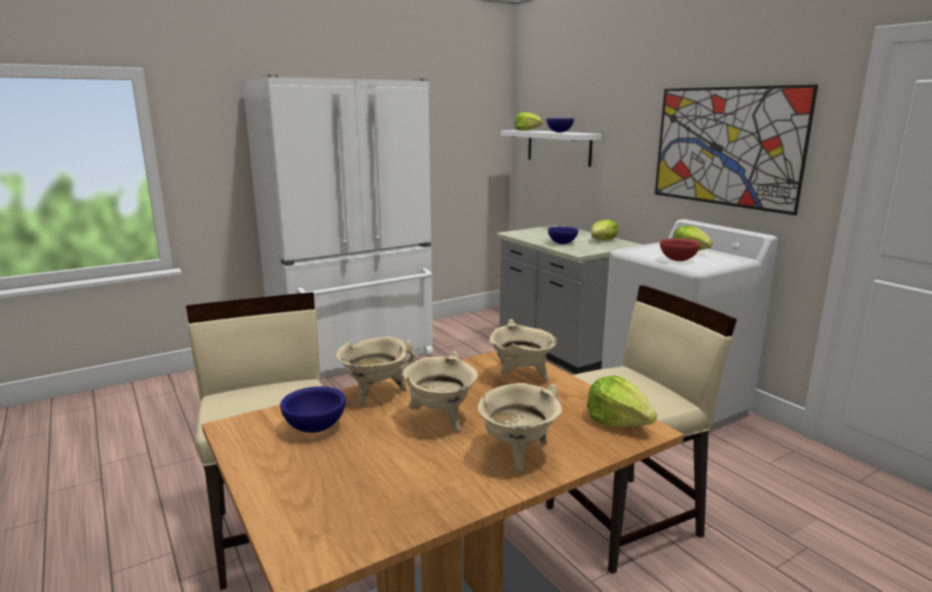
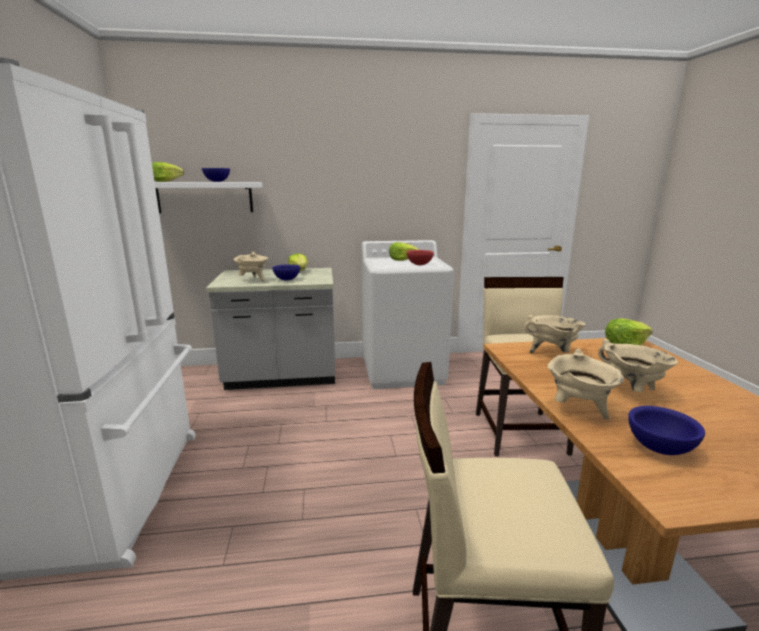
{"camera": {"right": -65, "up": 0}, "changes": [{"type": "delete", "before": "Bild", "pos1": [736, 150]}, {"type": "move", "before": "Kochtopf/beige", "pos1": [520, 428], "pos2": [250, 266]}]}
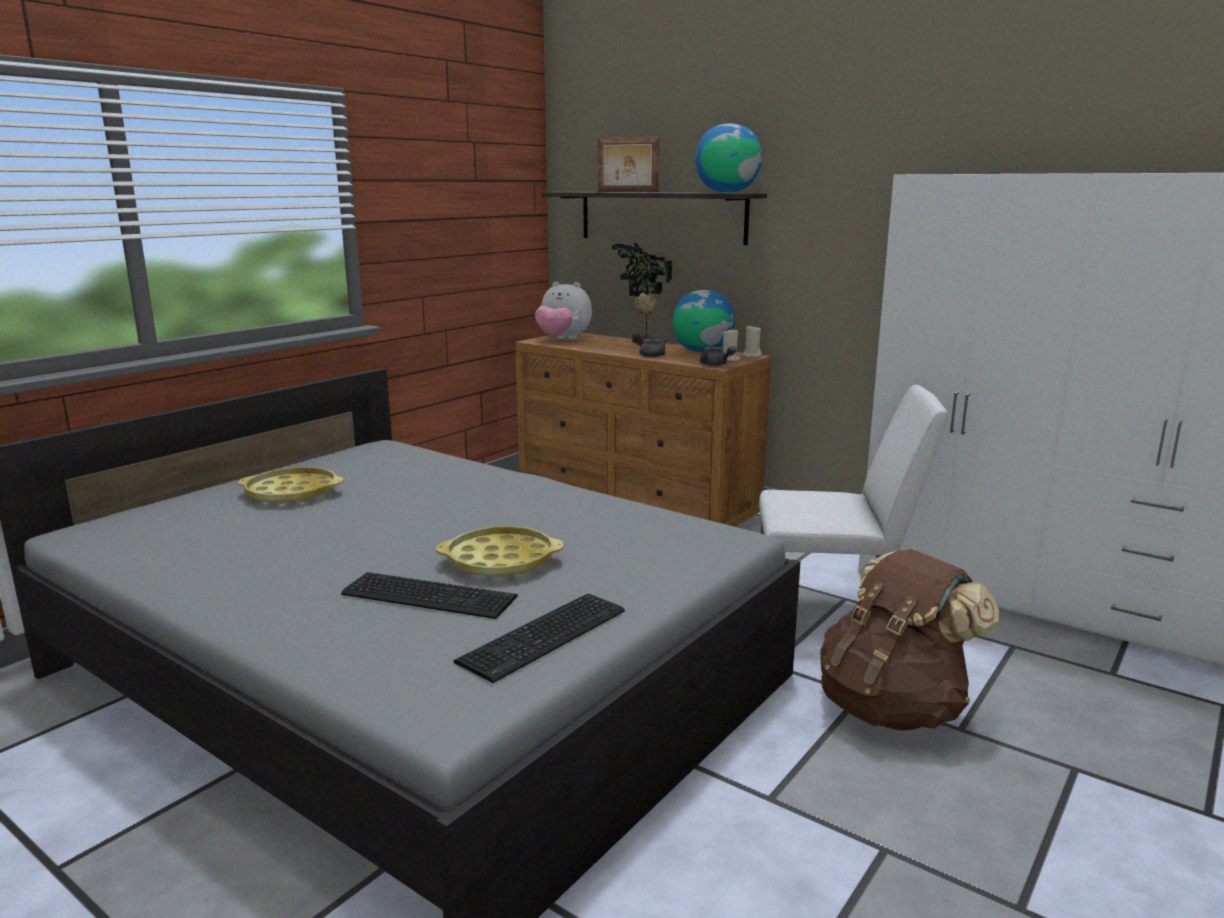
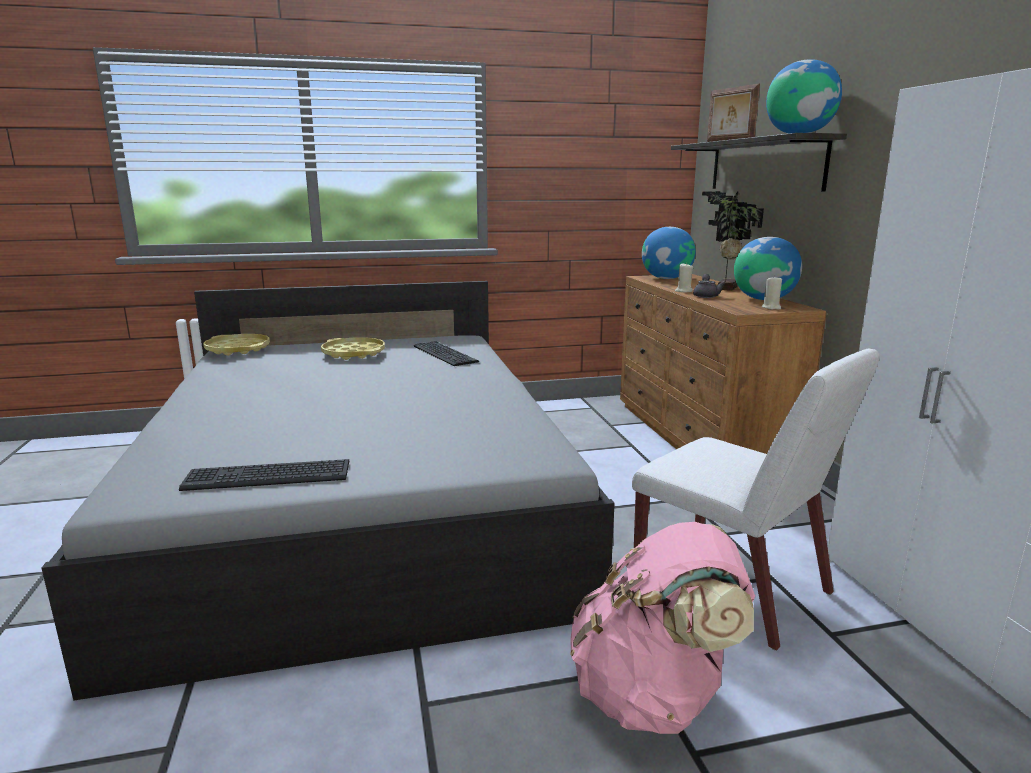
{"camera": {"right": 40, "up": 0}, "changes": [{"type": "delete", "before": "Teekanne/grau", "pos1": [718, 356]}, {"type": "move", "before": "Tastatur", "pos1": [429, 595], "pos2": [446, 353]}, {"type": "move", "before": "Tablett/gelb", "pos1": [500, 551], "pos2": [236, 345]}, {"type": "move", "before": "Kerze/beige", "pos1": [752, 341], "pos2": [684, 277]}, {"type": "replace", "before": "Plüschtier", "after": "Globus", "pos1": [563, 310], "pos2": [669, 253]}, {"type": "recolor", "before": "Rucksack/braun", "after": "Rucksack/rosa", "pos1": [909, 639], "pos2": [662, 628]}]}
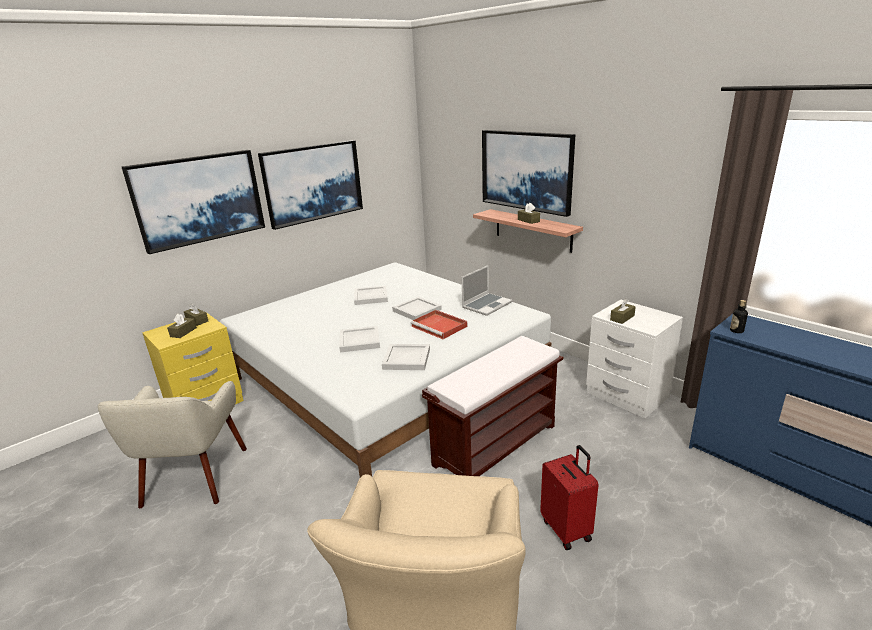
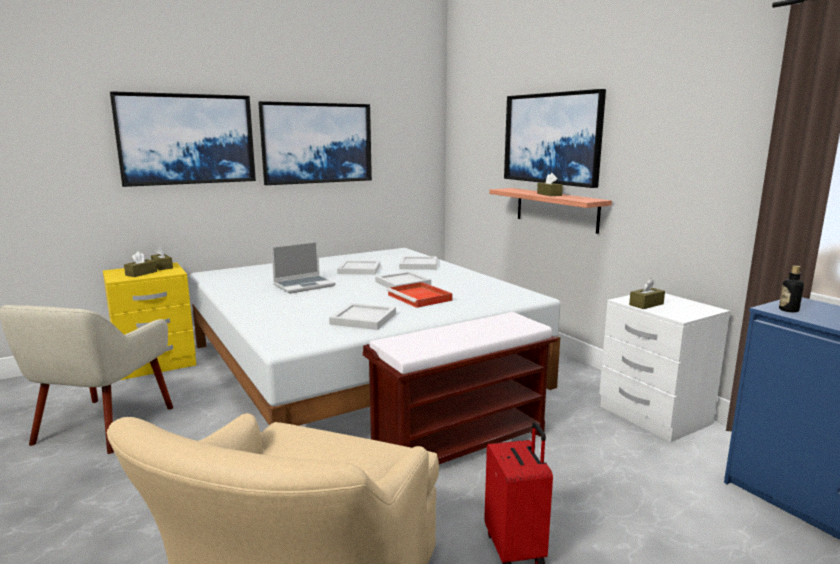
{"camera": {"right": 10, "up": -10}, "changes": [{"type": "move", "before": "Tablett/weiß", "pos1": [359, 339], "pos2": [418, 263]}, {"type": "move", "before": "Laptop", "pos1": [486, 290], "pos2": [303, 267]}]}
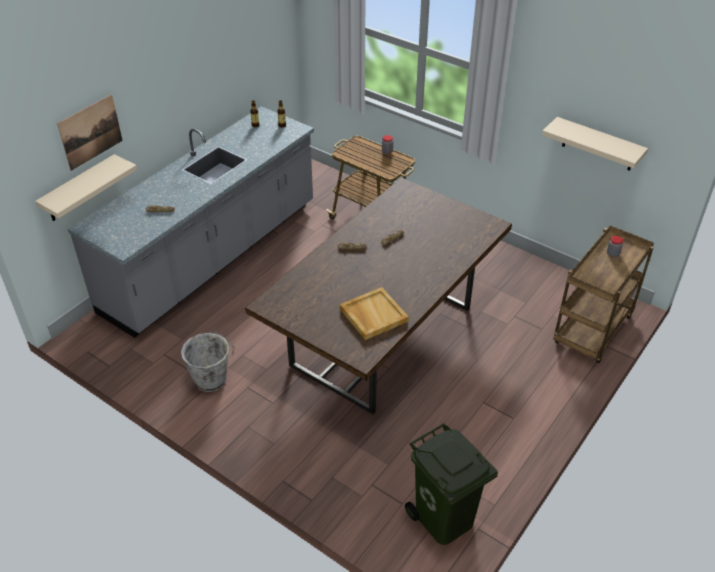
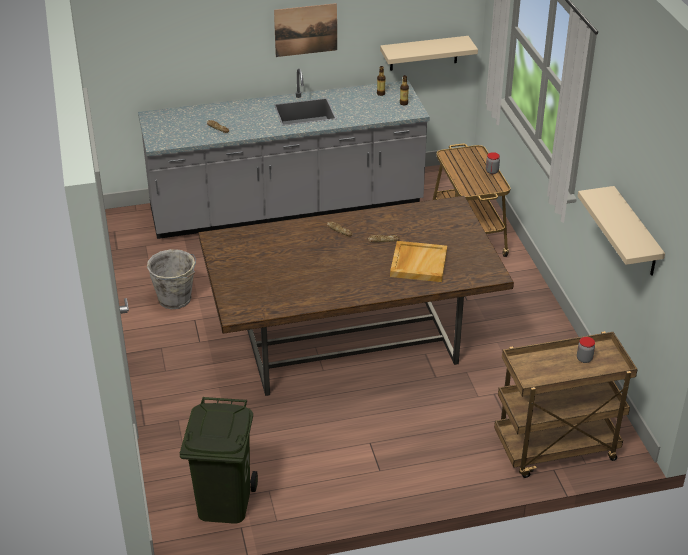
{"camera": {"right": 40, "up": -5}, "changes": [{"type": "move", "before": "Wandregal/beige", "pos1": [86, 187], "pos2": [429, 53]}, {"type": "move", "before": "Bild", "pos1": [90, 132], "pos2": [305, 30]}, {"type": "move", "before": "Tablett/beige", "pos1": [374, 313], "pos2": [418, 261]}]}
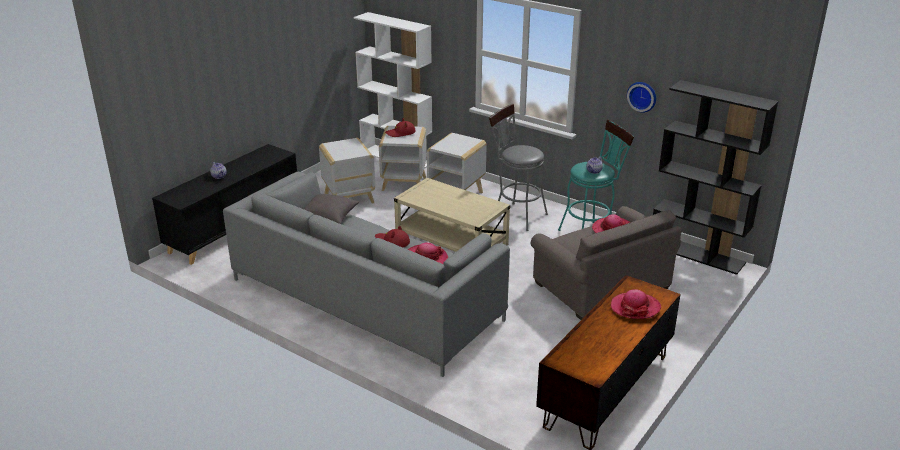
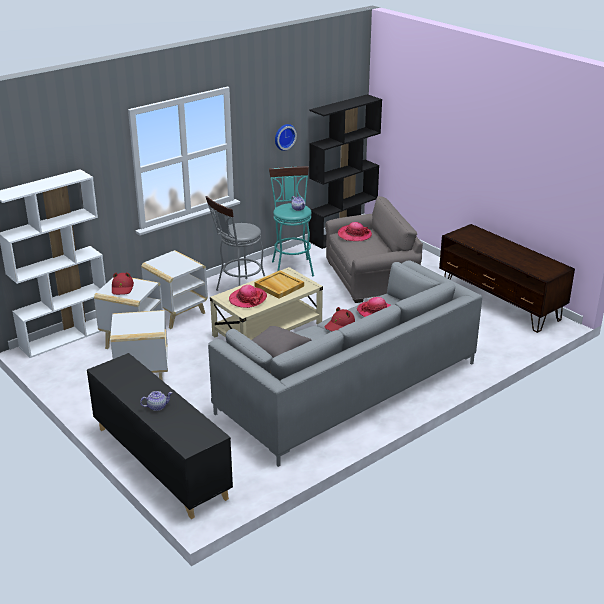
{"camera": {"right": -75, "up": 0}, "changes": [{"type": "insert", "after": "Tablett/beige", "pos2": [279, 284]}, {"type": "move", "before": "Hut", "pos1": [636, 304], "pos2": [248, 296]}]}
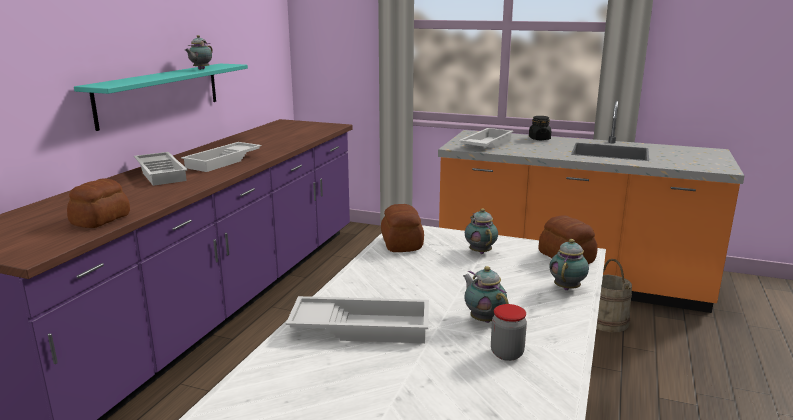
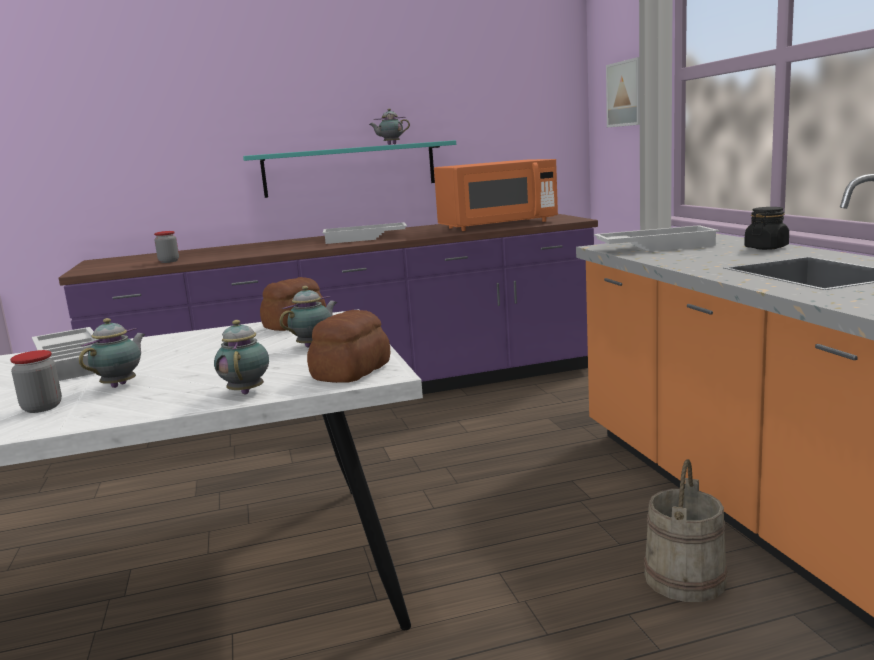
{"camera": {"right": 55, "up": -5}, "changes": [{"type": "delete", "before": "Tablett/weiß", "pos1": [161, 169]}, {"type": "insert", "after": "Mikrowelle/orange", "pos2": [496, 195]}, {"type": "insert", "after": "Bild", "pos2": [623, 92]}, {"type": "replace", "before": "Brot", "after": "Vorratsglas", "pos1": [98, 203], "pos2": [166, 247]}, {"type": "rotate", "before": "Teekanne", "pos1": [569, 264], "pos2": [241, 357], "turn": -90}]}
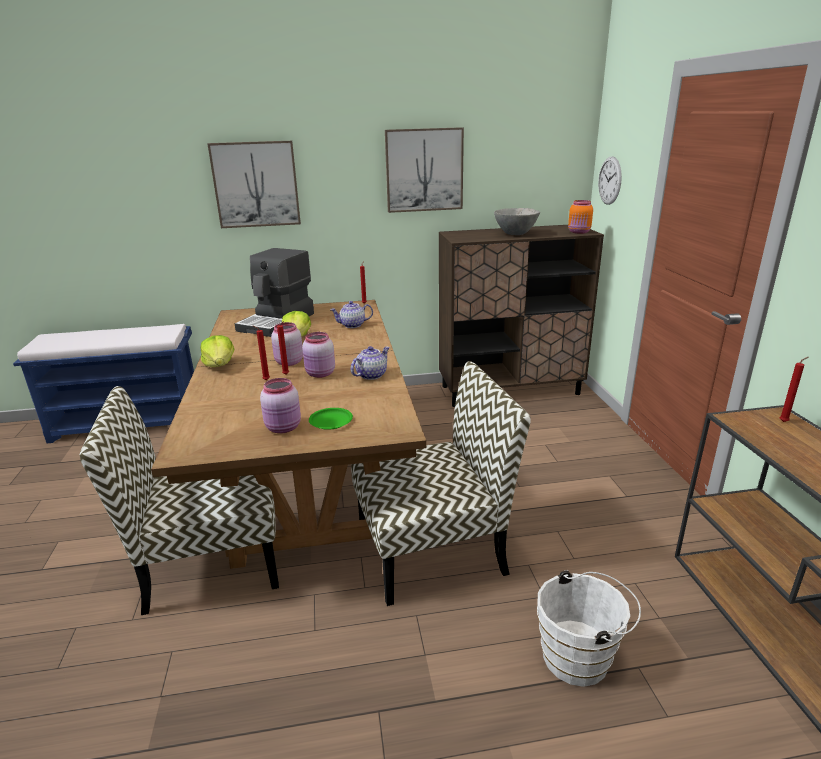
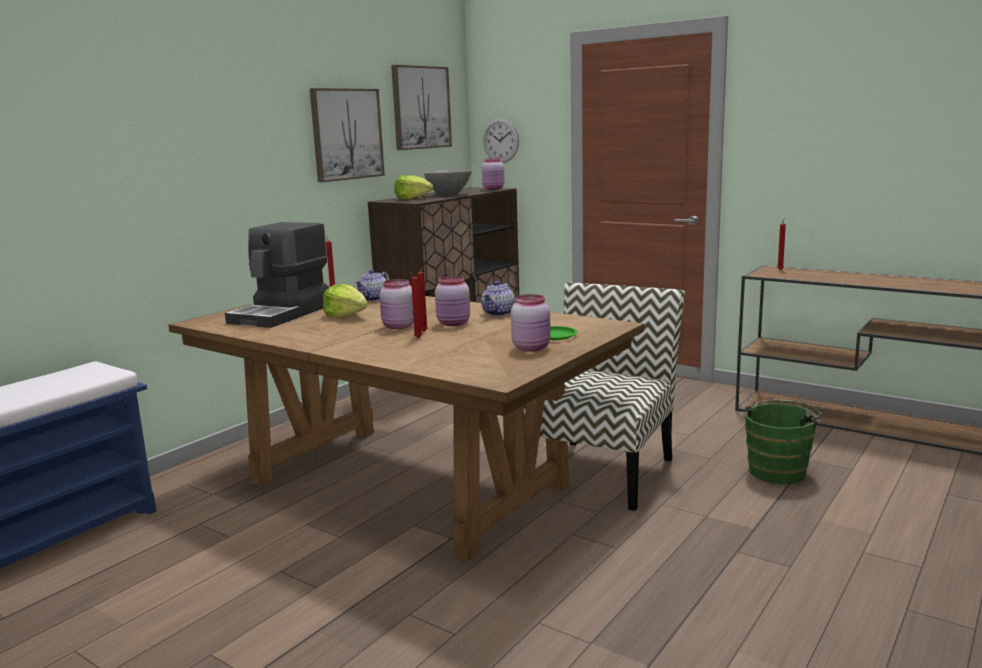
{"camera": {"right": -45, "up": -10}, "changes": [{"type": "delete", "before": "Stuhl", "pos1": [179, 500]}, {"type": "move", "before": "Salatkopf", "pos1": [217, 351], "pos2": [414, 187]}, {"type": "move", "before": "Bild", "pos1": [254, 184], "pos2": [421, 107]}, {"type": "recolor", "before": "Eimer/weiß", "after": "Eimer/grün", "pos1": [589, 628], "pos2": [783, 442]}, {"type": "recolor", "before": "Vorratsglas/orange", "after": "Vorratsglas/rosa", "pos1": [580, 217], "pos2": [493, 174]}, {"type": "rotate", "before": "Kaffeemaschine", "pos1": [274, 292], "pos2": [277, 275], "turn": 45}, {"type": "rotate", "before": "Teekanne", "pos1": [370, 363], "pos2": [498, 298], "turn": -150}]}
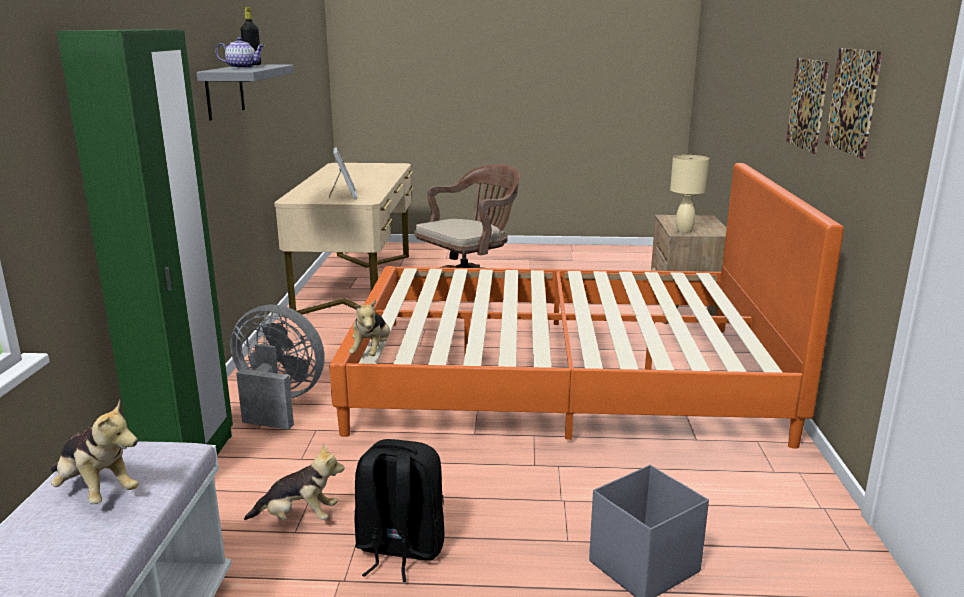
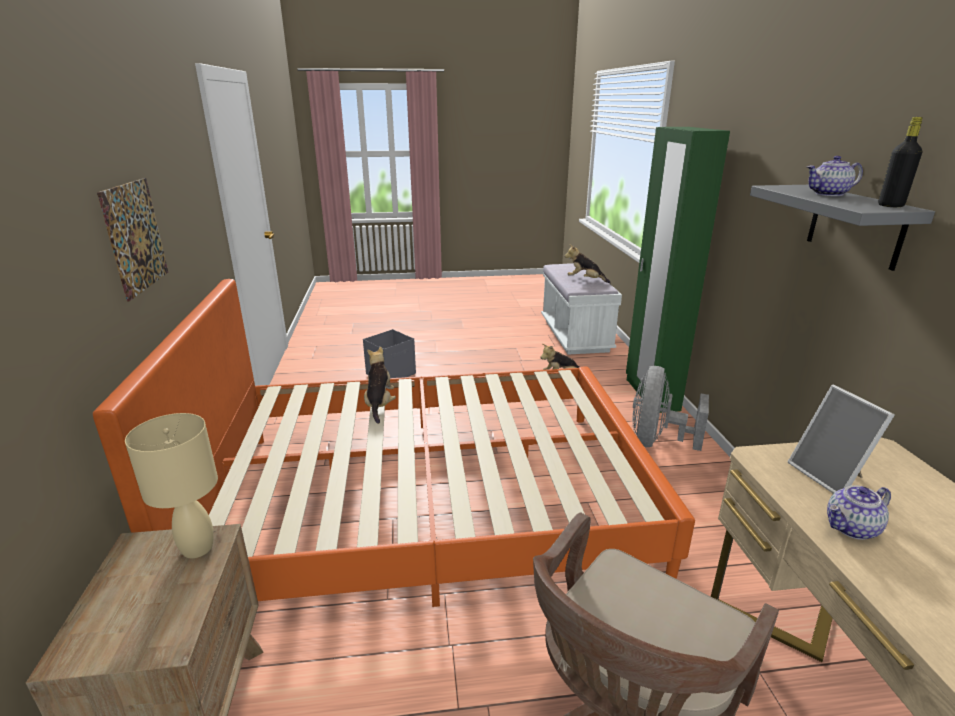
{"camera": {"right": 170, "up": 5}, "changes": [{"type": "delete", "before": "Rucksack/schwarz", "pos1": [399, 510]}, {"type": "delete", "before": "Bild", "pos1": [854, 103]}, {"type": "insert", "after": "Teekanne", "pos2": [859, 512]}, {"type": "move", "before": "Plüschtier", "pos1": [369, 327], "pos2": [380, 385]}, {"type": "rotate", "before": "Ventilator/grau", "pos1": [277, 367], "pos2": [670, 408], "turn": 105}]}
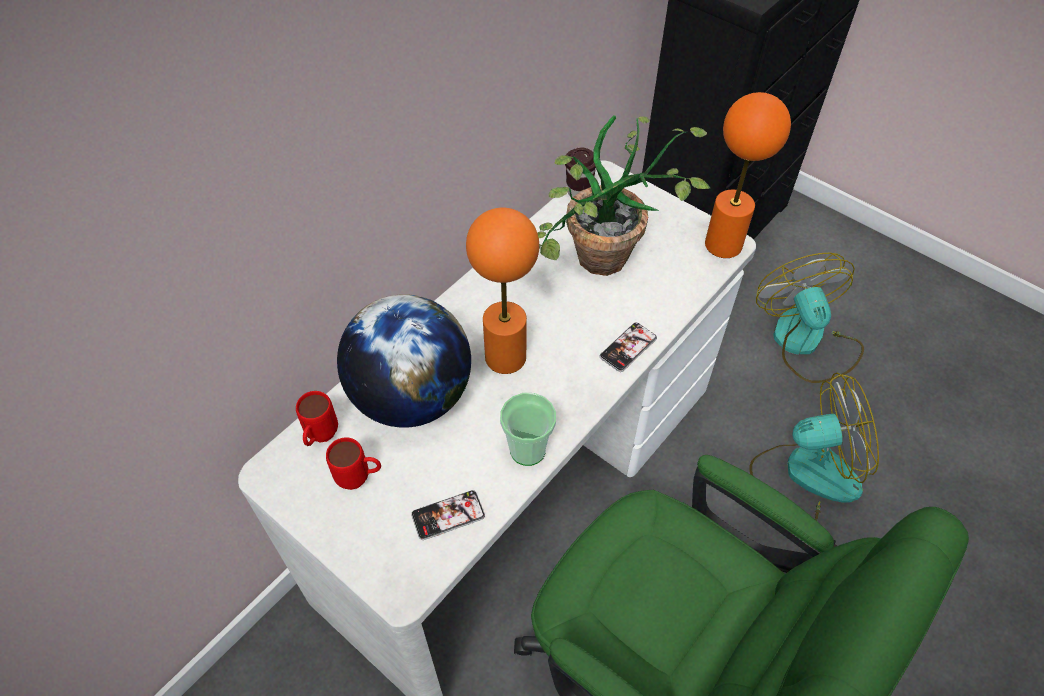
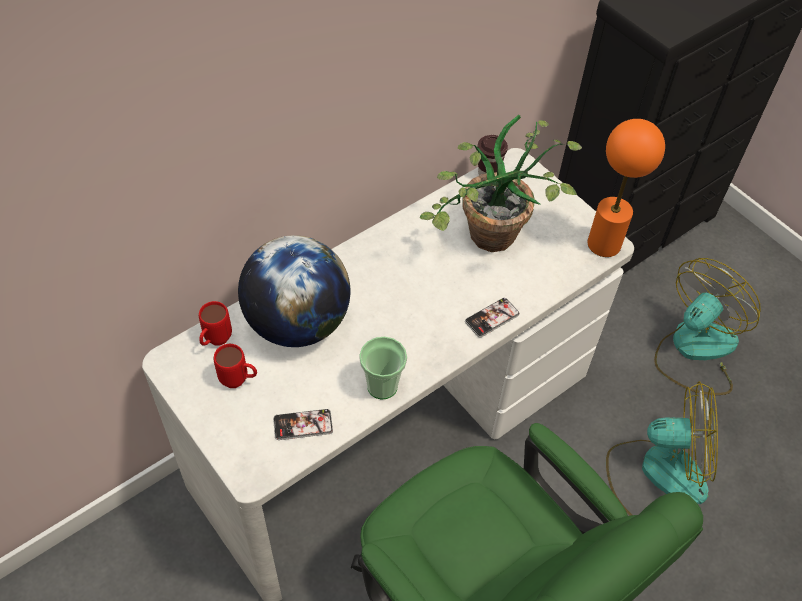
{"camera": {"right": 10, "up": 0}, "changes": [{"type": "delete", "before": "Tischlampe/orange", "pos1": [502, 291]}, {"type": "rotate", "before": "Ventilator", "pos1": [810, 318], "pos2": [707, 326], "turn": 45}]}
